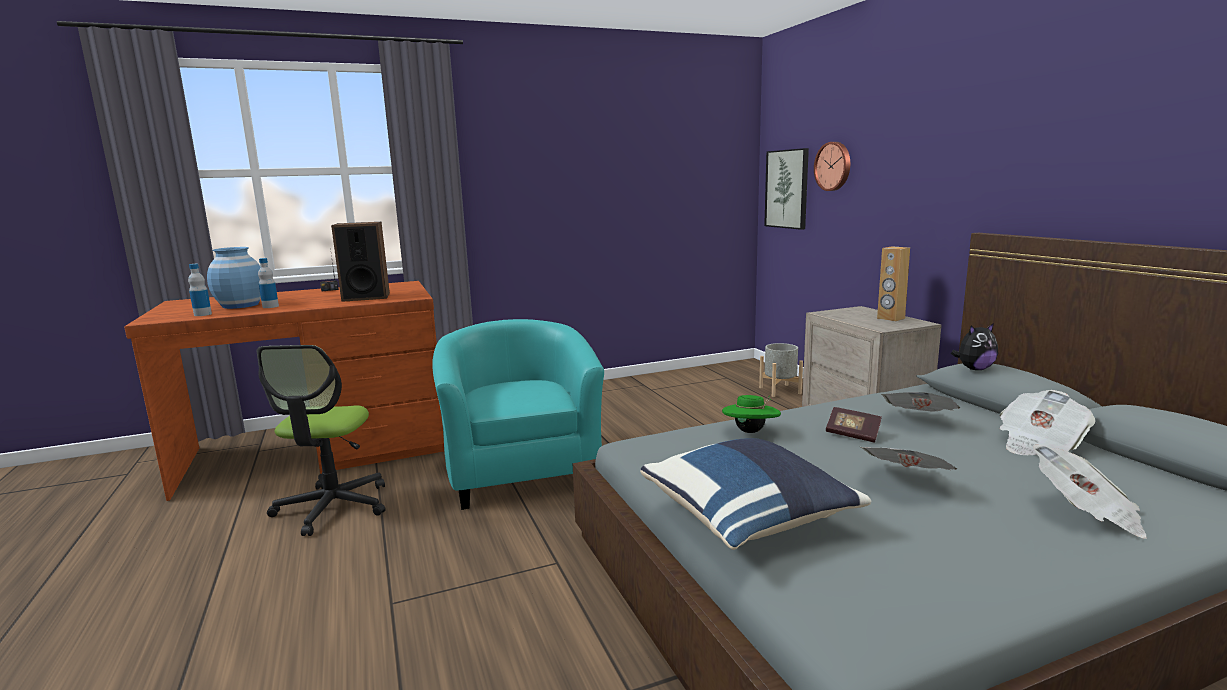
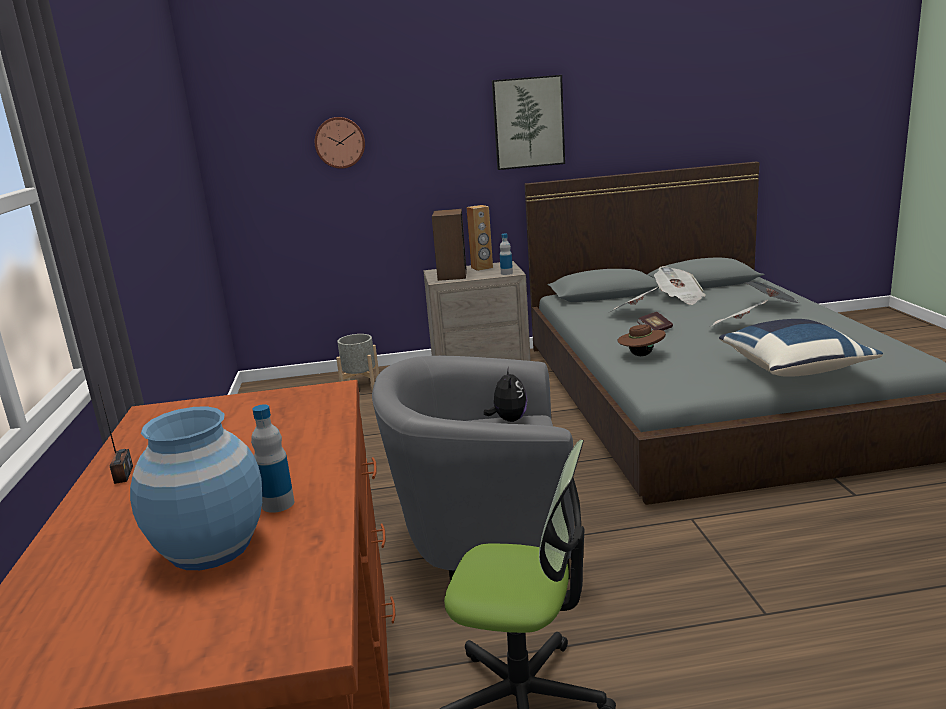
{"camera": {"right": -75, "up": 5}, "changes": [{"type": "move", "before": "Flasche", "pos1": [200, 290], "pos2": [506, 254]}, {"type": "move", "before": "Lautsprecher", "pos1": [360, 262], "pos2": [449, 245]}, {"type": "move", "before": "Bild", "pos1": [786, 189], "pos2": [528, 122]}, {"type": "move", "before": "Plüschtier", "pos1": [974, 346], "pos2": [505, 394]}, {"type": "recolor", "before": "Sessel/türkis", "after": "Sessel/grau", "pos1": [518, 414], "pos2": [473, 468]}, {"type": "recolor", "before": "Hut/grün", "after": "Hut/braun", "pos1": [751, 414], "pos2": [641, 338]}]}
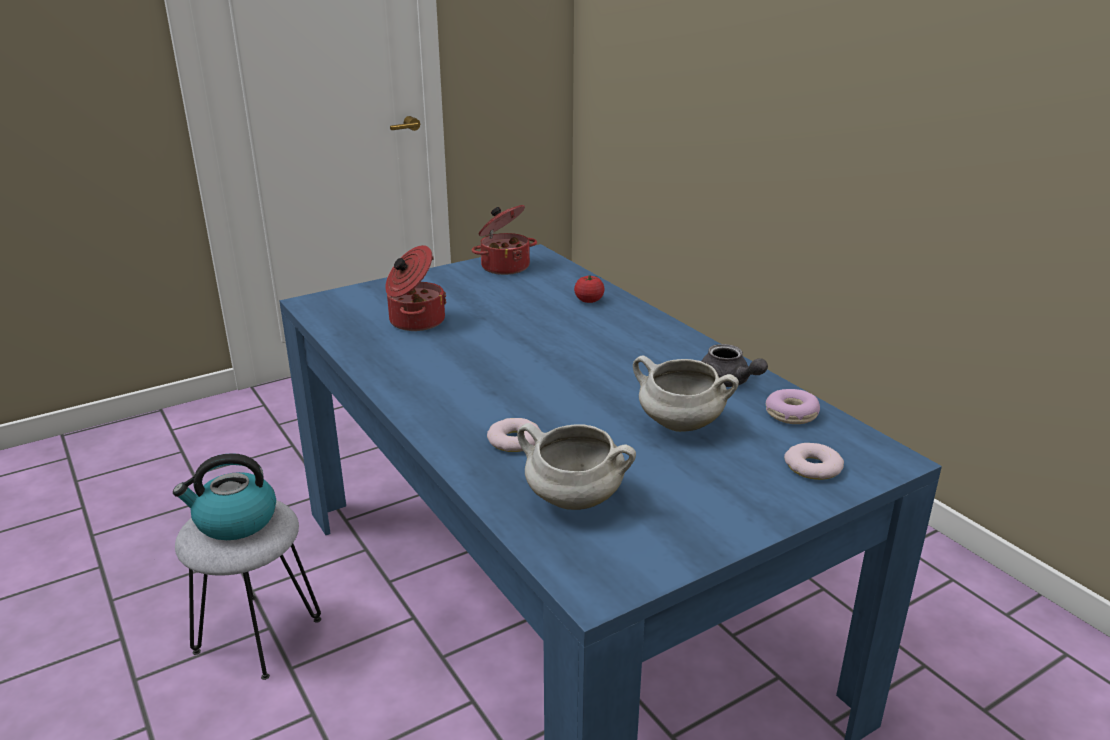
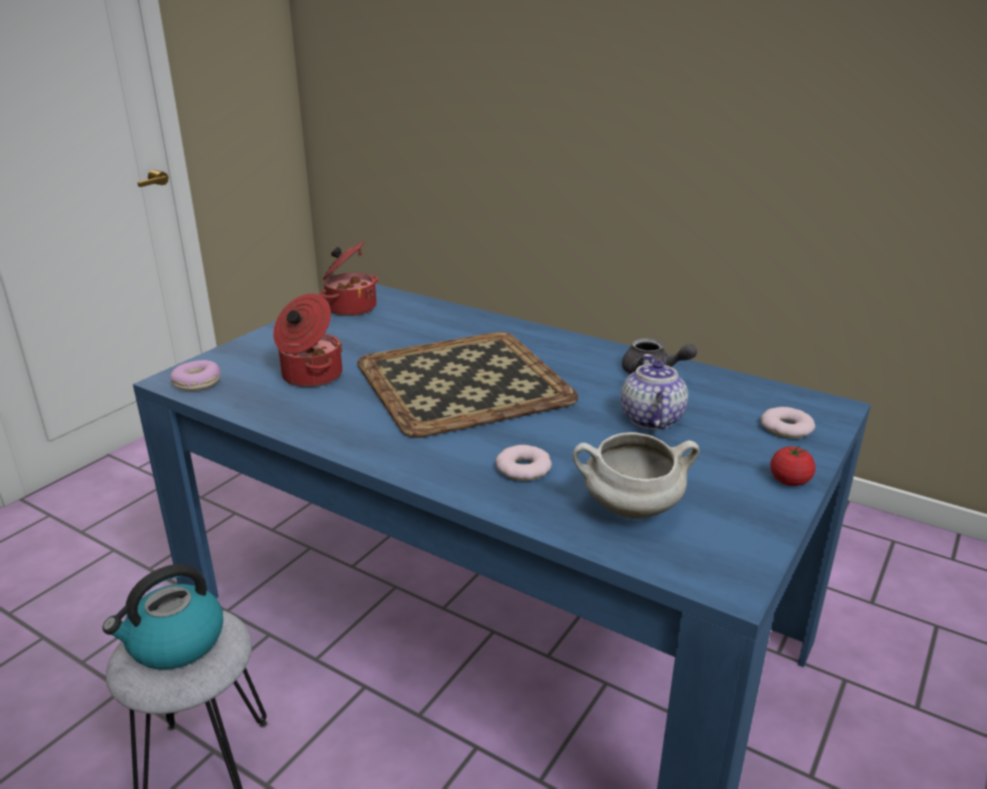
{"camera": {"right": -25, "up": 0}, "changes": [{"type": "insert", "after": "Tablett", "pos2": [467, 385]}, {"type": "move", "before": "Tomate", "pos1": [589, 289], "pos2": [793, 465]}, {"type": "move", "before": "Donut", "pos1": [793, 406], "pos2": [195, 375]}, {"type": "replace", "before": "Kochtopf/weiß", "after": "Teekanne", "pos1": [686, 393], "pos2": [654, 392]}]}
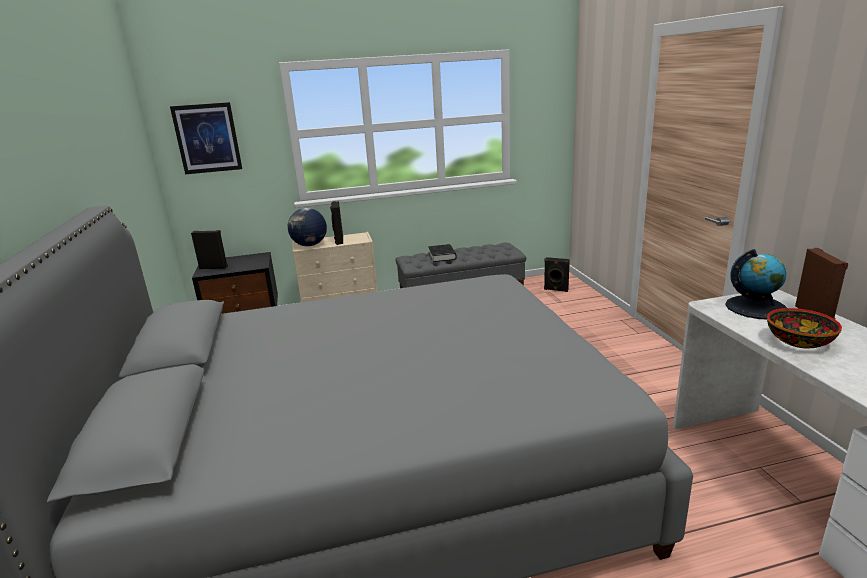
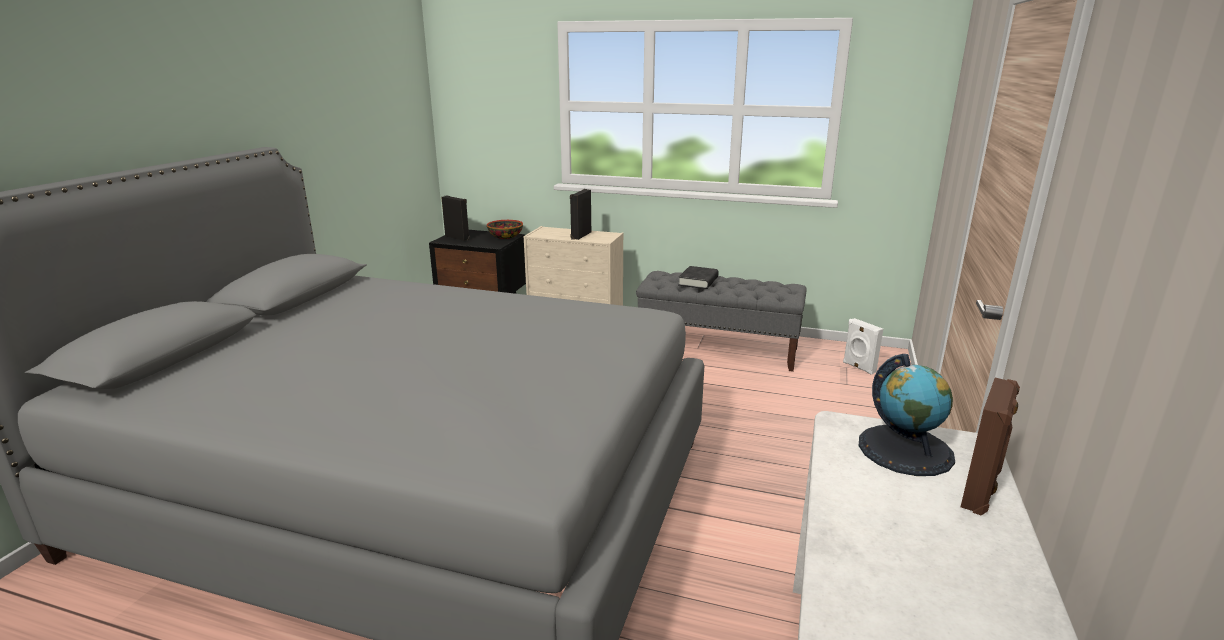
{"camera": {"right": 30, "up": 0}, "changes": [{"type": "delete", "before": "Bild", "pos1": [206, 138]}, {"type": "delete", "before": "Globus", "pos1": [307, 227]}, {"type": "move", "before": "Schüssel", "pos1": [804, 328], "pos2": [505, 229]}, {"type": "recolor", "before": "Lautsprecher/schwarz", "after": "Lautsprecher/weiß", "pos1": [557, 274], "pos2": [863, 346]}]}
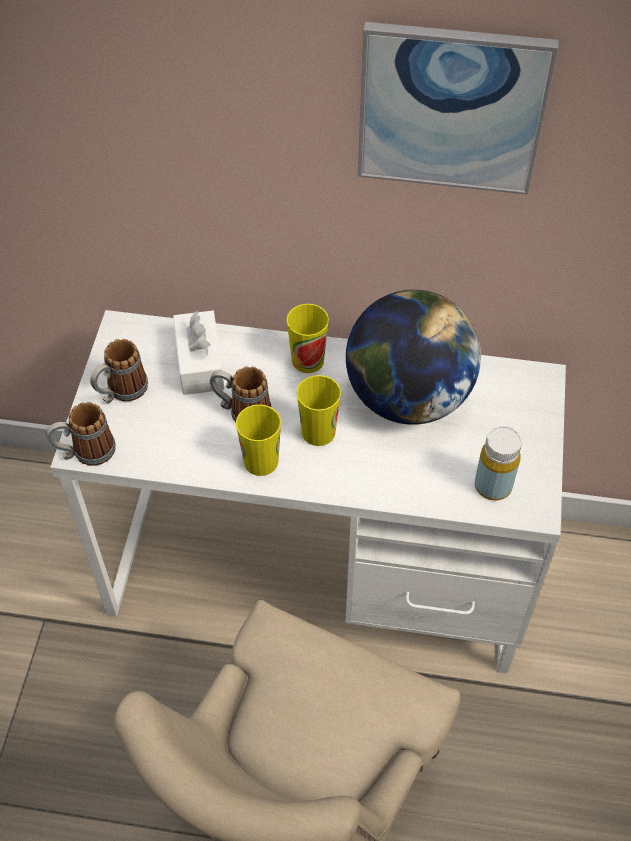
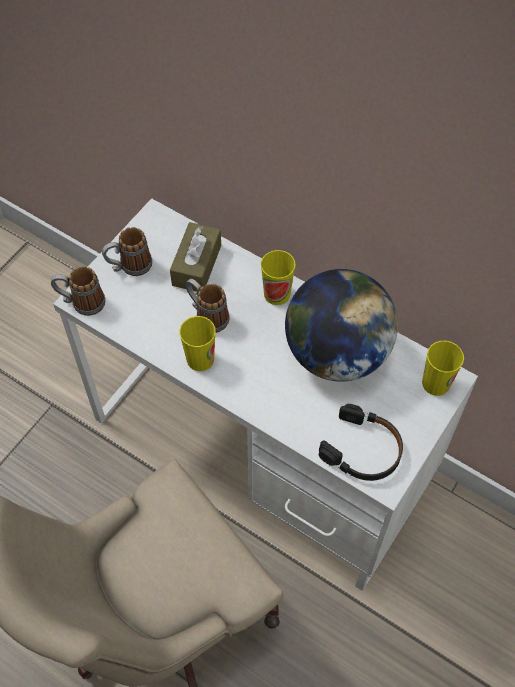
{"camera": {"right": 25, "up": 5}, "changes": [{"type": "delete", "before": "Bild", "pos1": [458, 108]}, {"type": "move", "before": "Tasse", "pos1": [318, 410], "pos2": [443, 368]}, {"type": "replace", "before": "Flasche/gelb", "after": "Kopfhörer/schwarz", "pos1": [498, 463], "pos2": [361, 442]}, {"type": "recolor", "before": "Taschentuchbox/weiß", "after": "Taschentuchbox/braun", "pos1": [198, 352], "pos2": [195, 257]}]}
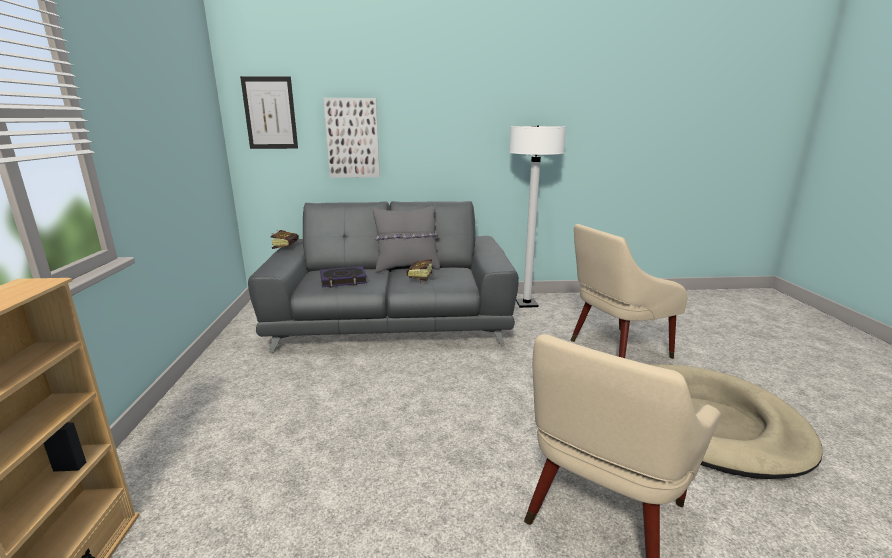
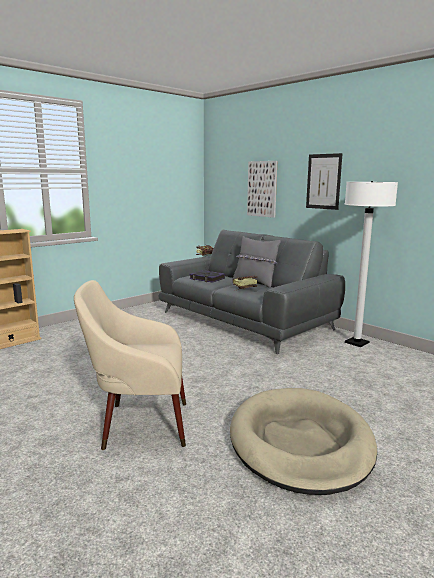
{"camera": {"right": 50, "up": -5}, "changes": [{"type": "delete", "before": "Sessel/beige", "pos1": [629, 291]}, {"type": "move", "before": "Bild", "pos1": [269, 112], "pos2": [324, 181]}]}
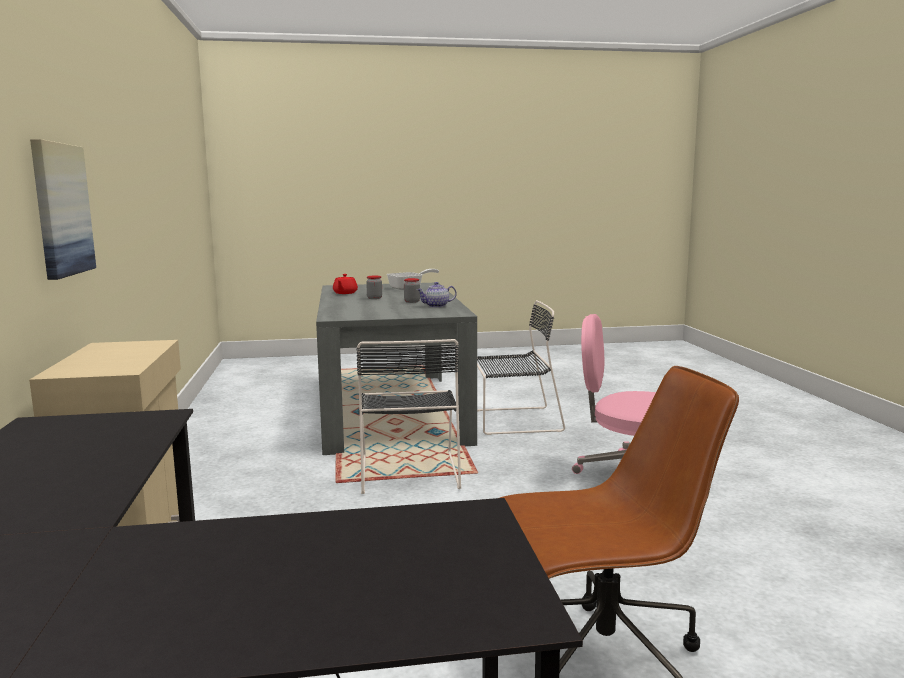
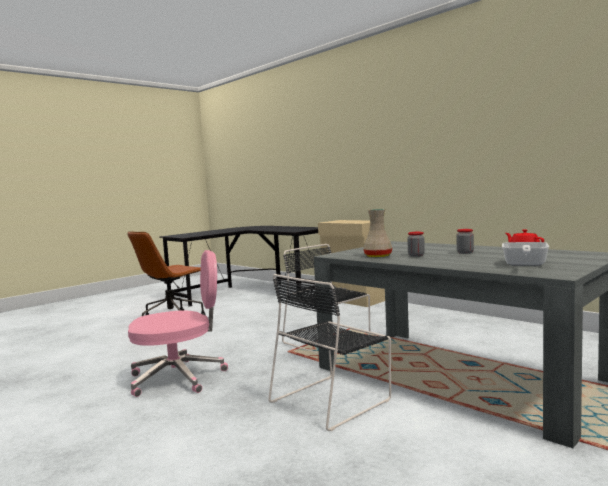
{"camera": {"right": 145, "up": -5}, "changes": [{"type": "delete", "before": "Bild", "pos1": [63, 209]}, {"type": "replace", "before": "Teekanne", "after": "Vase/beige", "pos1": [436, 294], "pos2": [377, 233]}]}
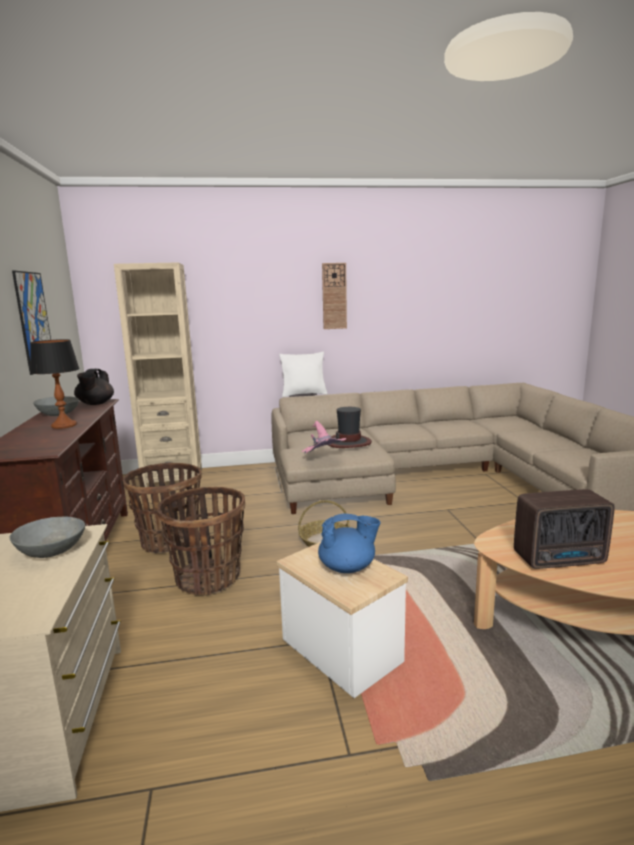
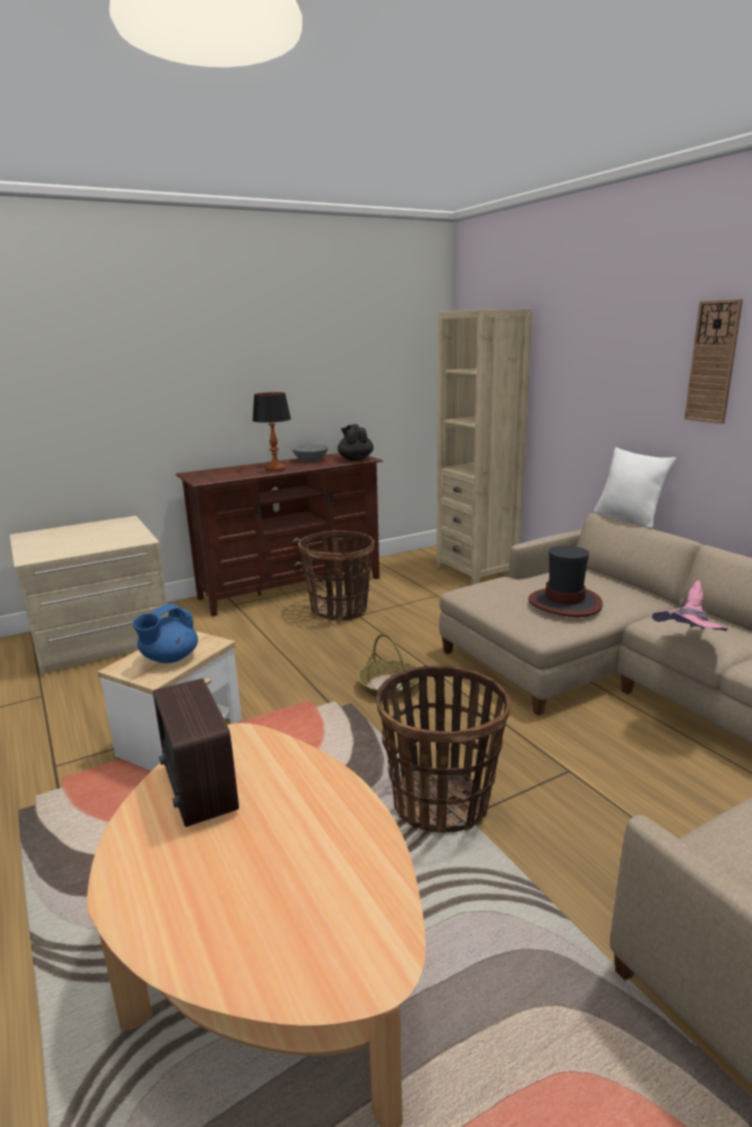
{"camera": {"right": 70, "up": 5}, "changes": [{"type": "delete", "before": "Schüssel/grau", "pos1": [47, 537]}, {"type": "delete", "before": "Bild", "pos1": [31, 323]}, {"type": "move", "before": "Korb", "pos1": [201, 541], "pos2": [444, 749]}, {"type": "move", "before": "Hut/rosa", "pos1": [324, 437], "pos2": [690, 605]}, {"type": "rotate", "before": "Teekanne/schwarz", "pos1": [94, 387], "pos2": [356, 442], "turn": 90}, {"type": "rotate", "before": "Teekanne/blau", "pos1": [349, 543], "pos2": [165, 633], "turn": 60}]}
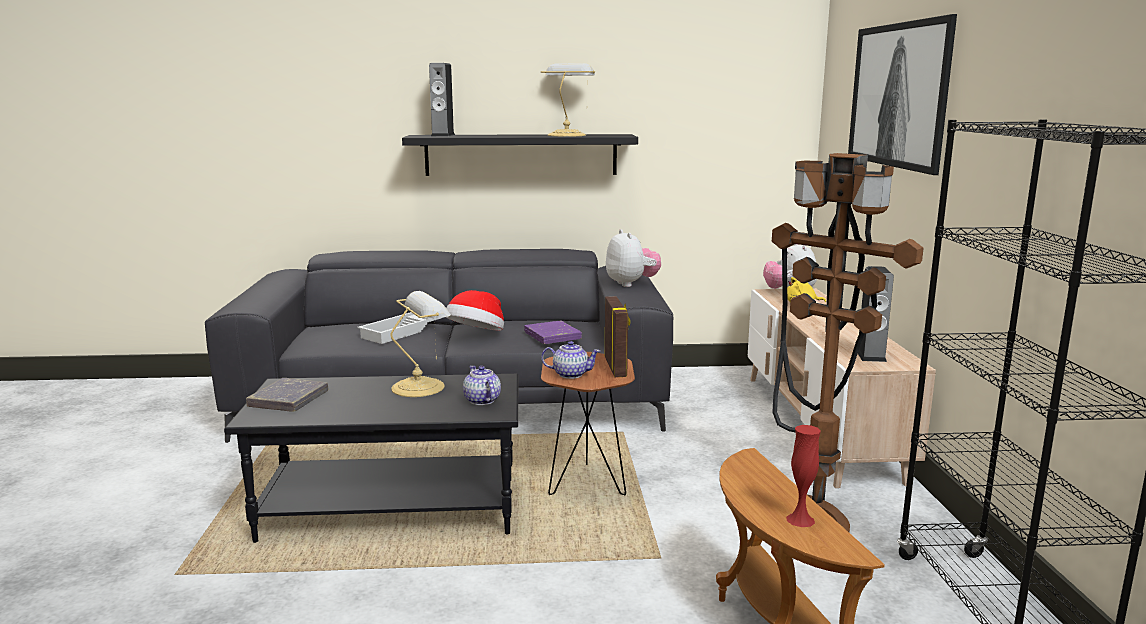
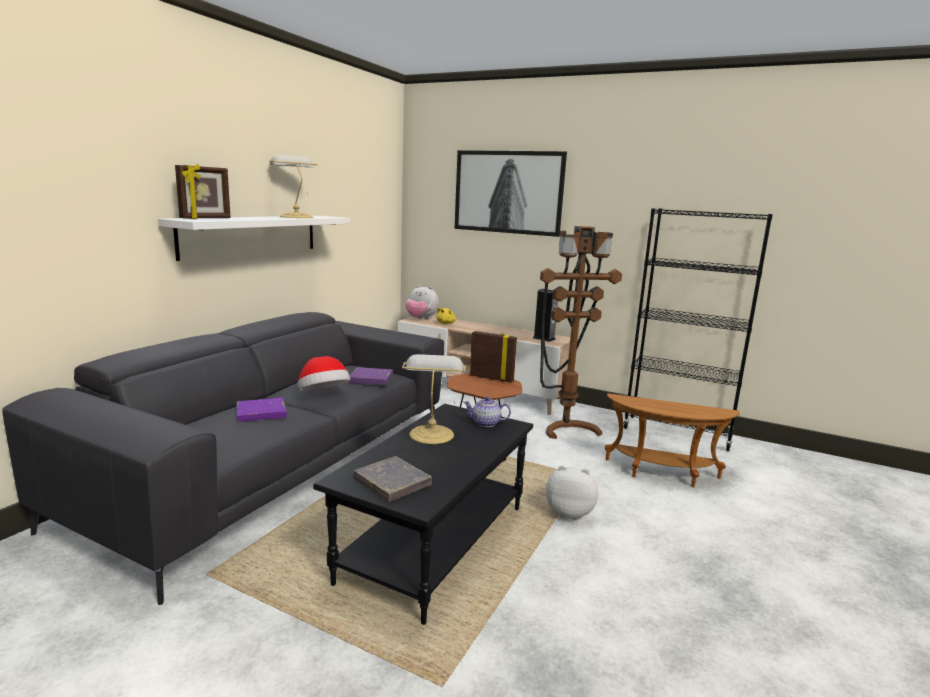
{"camera": {"right": -60, "up": 0}, "changes": [{"type": "delete", "before": "Teekanne", "pos1": [570, 360]}, {"type": "delete", "before": "Vase/rot", "pos1": [803, 476]}, {"type": "move", "before": "Plüschtier", "pos1": [633, 258], "pos2": [572, 492]}, {"type": "replace", "before": "Tablett/weiß", "after": "Buch/lila", "pos1": [399, 328], "pos2": [261, 410]}, {"type": "replace", "before": "Lautsprecher", "after": "Bilderrahmen", "pos1": [442, 100], "pos2": [203, 191]}, {"type": "recolor", "before": "Wandregal/schwarz", "after": "Wandregal/weiß", "pos1": [520, 155], "pos2": [254, 238]}]}
